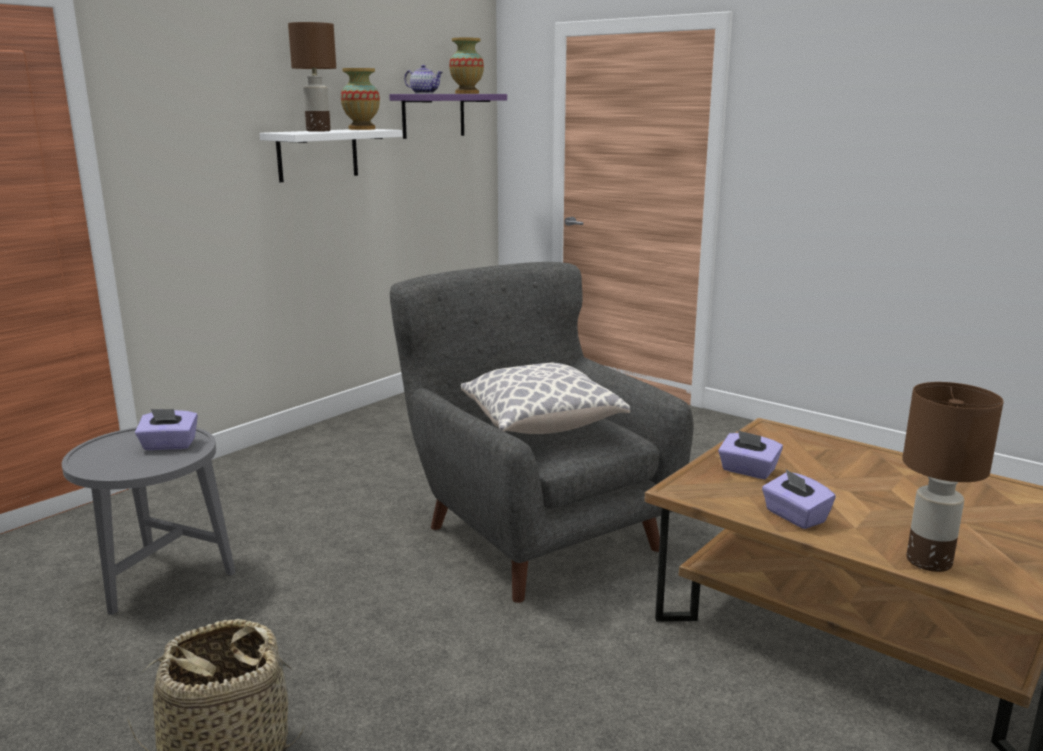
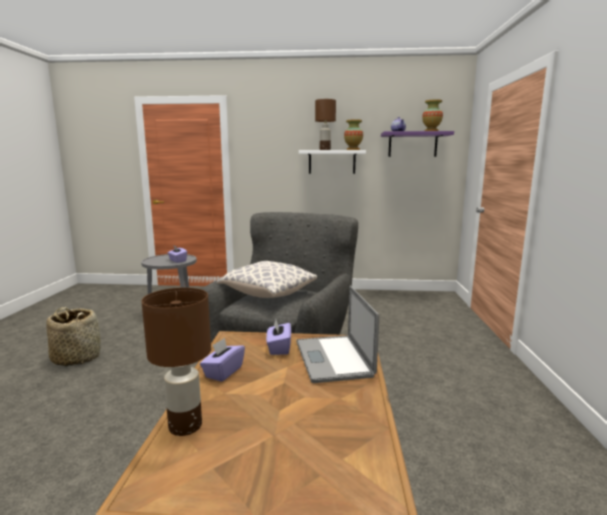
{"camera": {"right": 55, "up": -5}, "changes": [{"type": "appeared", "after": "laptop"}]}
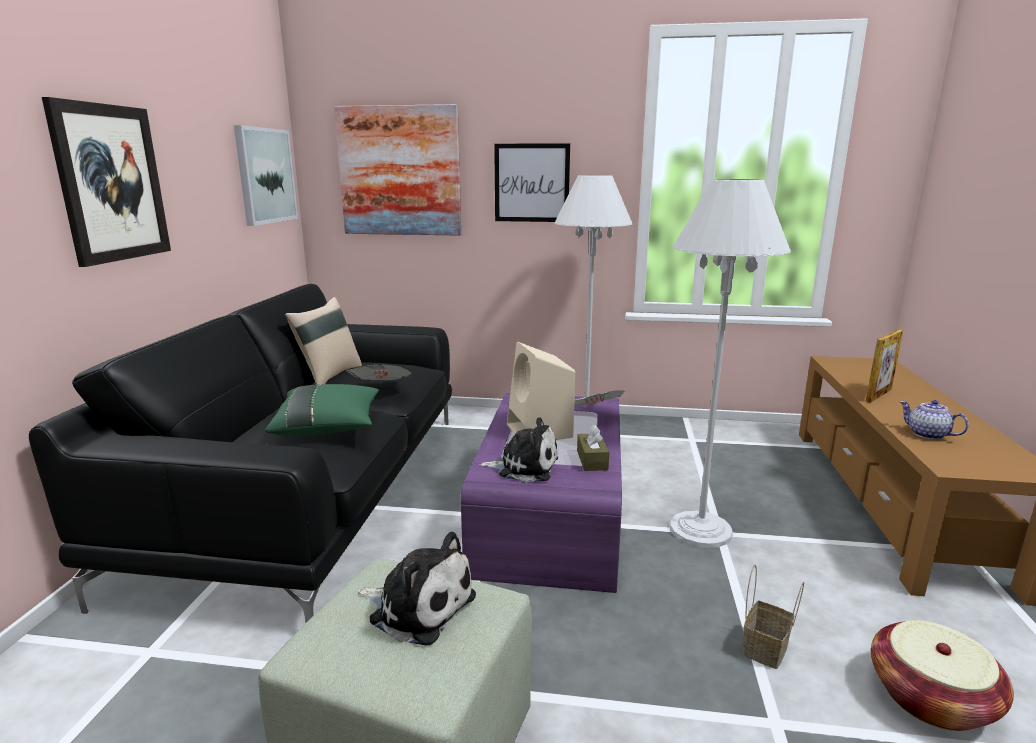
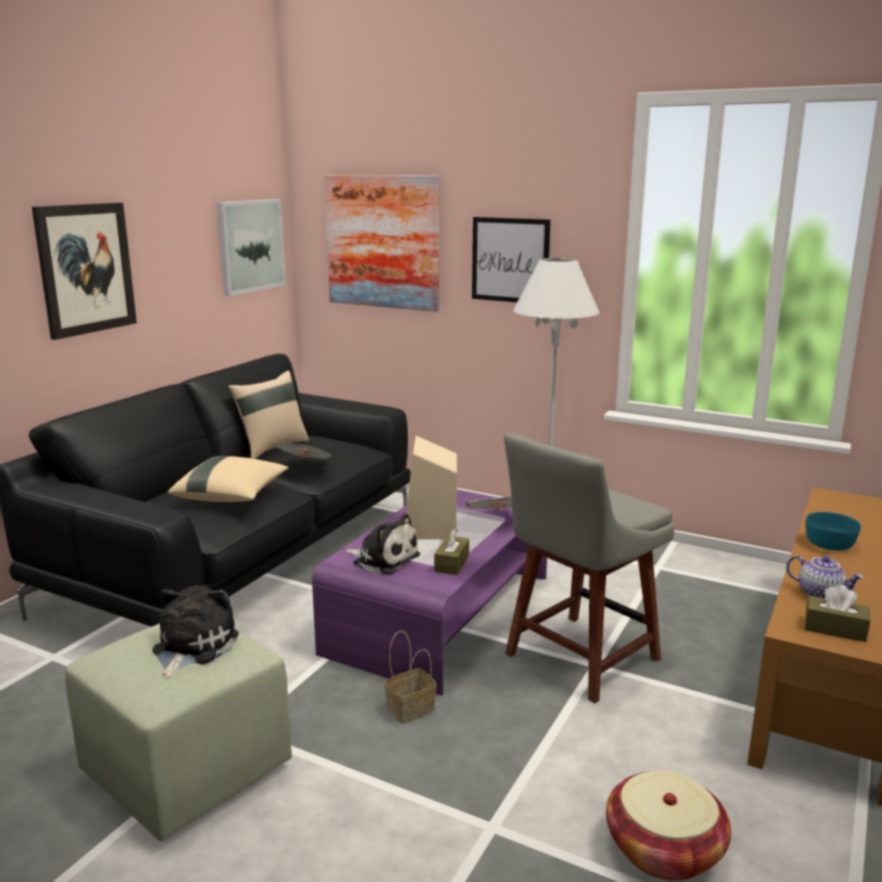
{"camera": {"right": 20, "up": 0}, "changes": [{"type": "spun", "before": "plush toy (no. 1 from left)", "turn": -120}, {"type": "colour", "before": "green pillow", "after": "beige pillow (no. 1 from left)"}, {"type": "relocated", "before": "basket (no. 1 from left)"}, {"type": "exchanged", "before": "white floor lamp (no. 2 from left)", "after": "grey stool"}, {"type": "spun", "before": "teapot", "turn": 150}, {"type": "appeared", "after": "brown tissue box (no. 2 from left)"}, {"type": "exchanged", "before": "picture frame", "after": "turquoise bowl"}]}
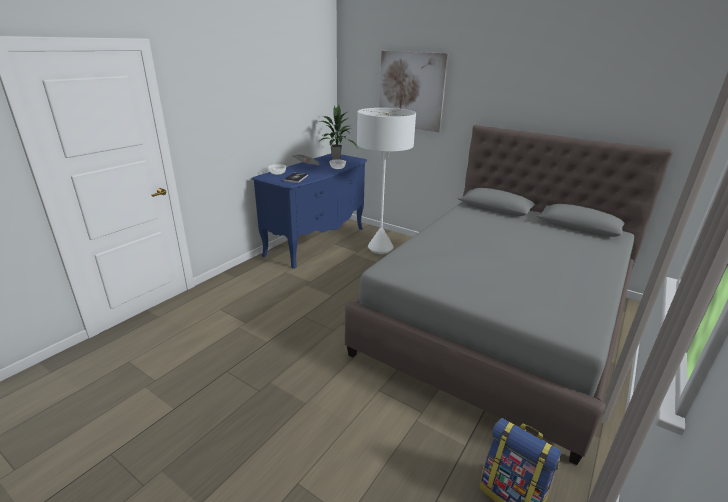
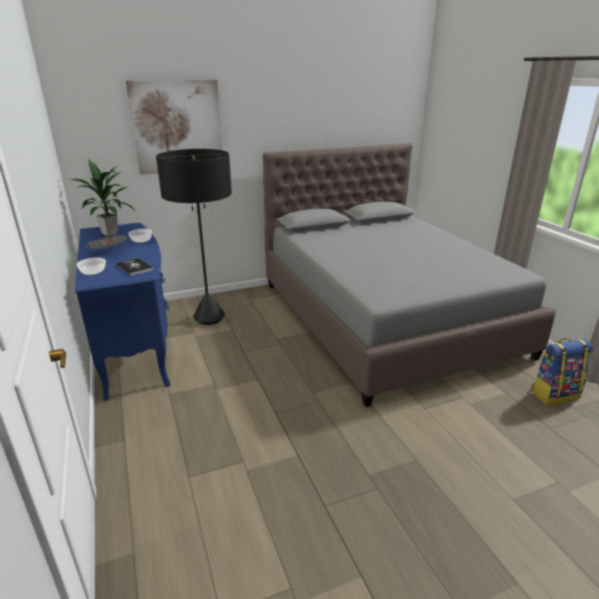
{"camera": {"right": -55, "up": 0}, "changes": [{"type": "colour", "before": "white floor lamp", "after": "black floor lamp"}]}
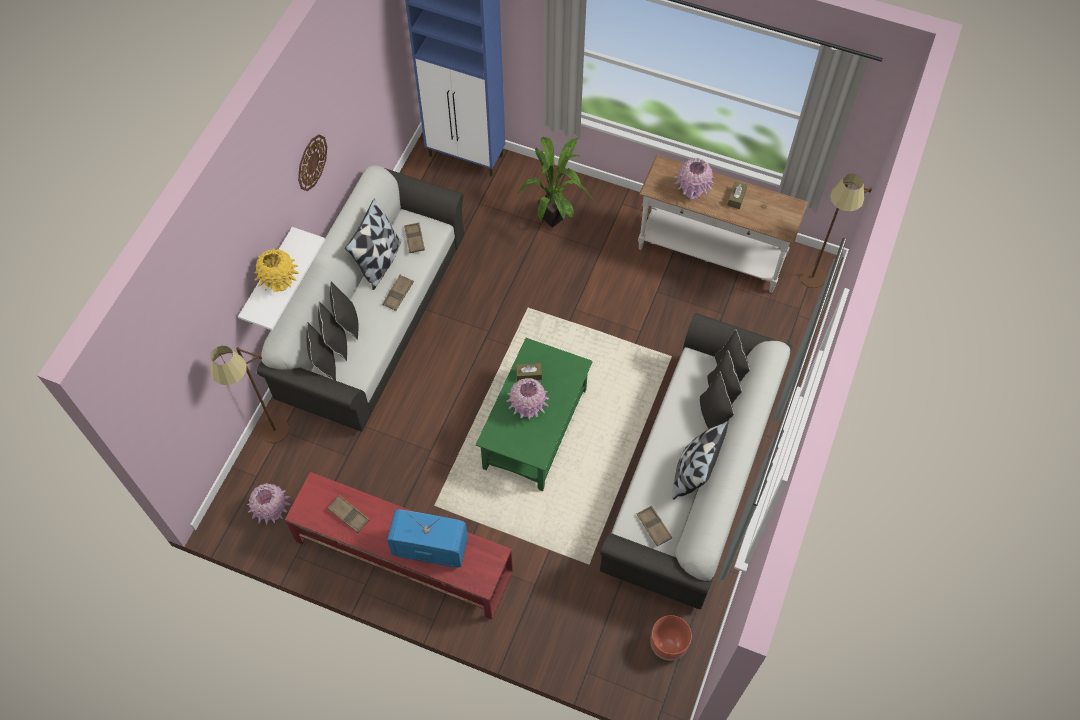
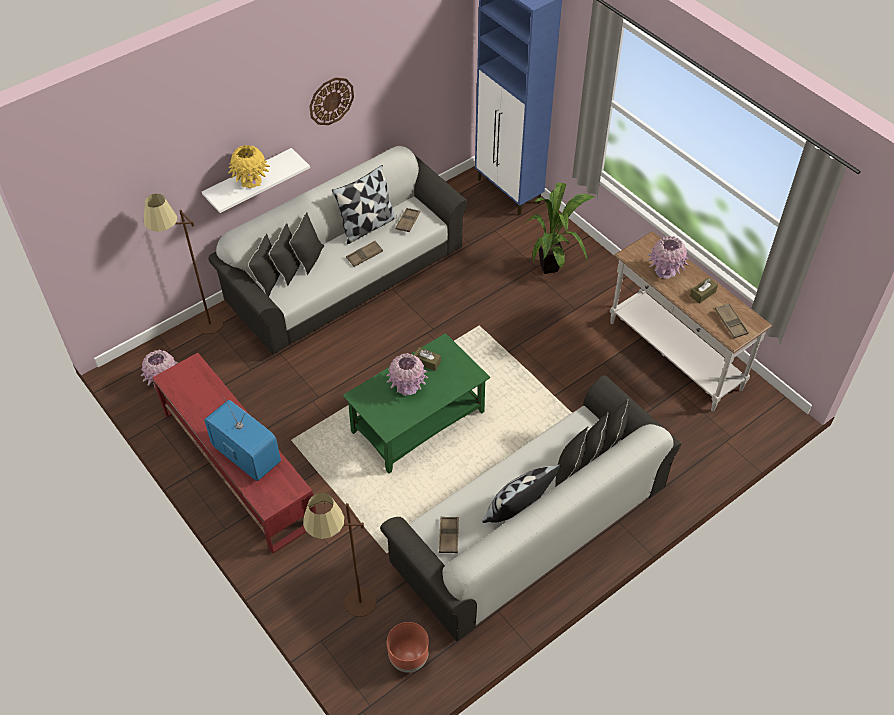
{"camera": {"right": 30, "up": -10}, "changes": [{"type": "relocated", "before": "brown floor lamp (no. 2 from left)"}, {"type": "relocated", "before": "brown tray (no. 1 from left in the first image)", "after": "brown tray (no. 4 from left)"}]}
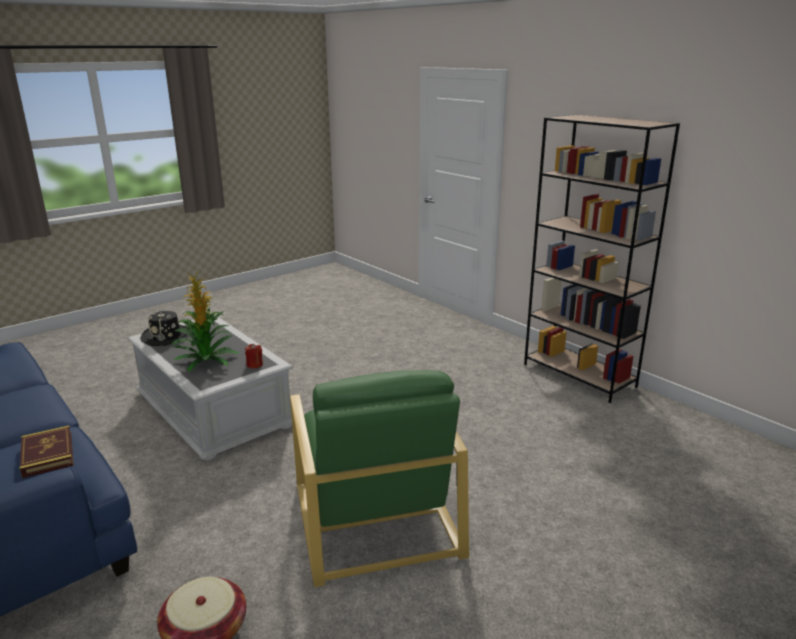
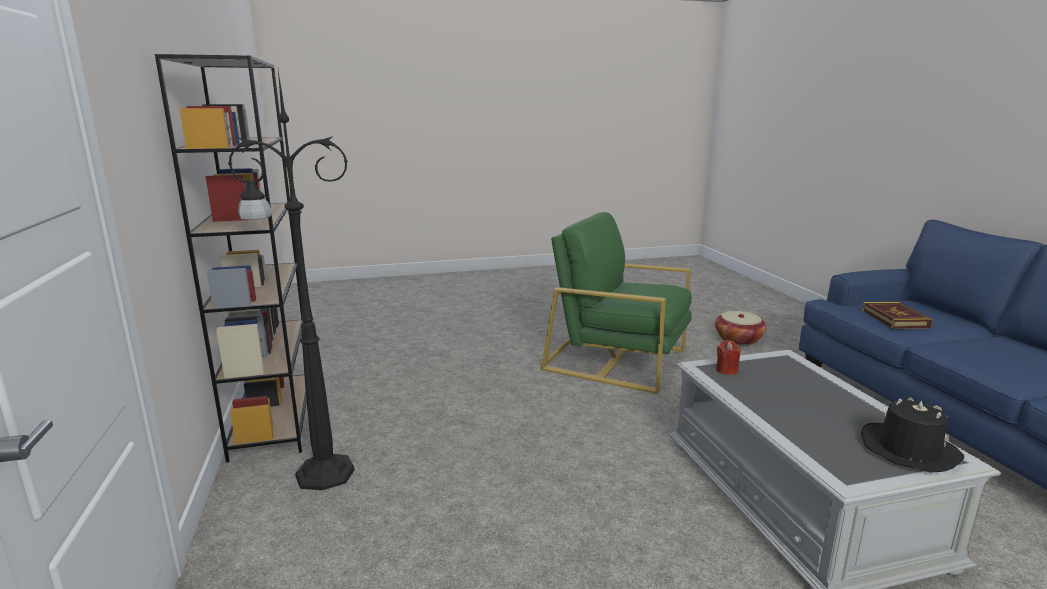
{"camera": {"right": -155, "up": -5}, "changes": [{"type": "appeared", "after": "black floor lamp"}, {"type": "spun", "before": "green armchair", "turn": -75}, {"type": "missing", "before": "potted plant"}]}
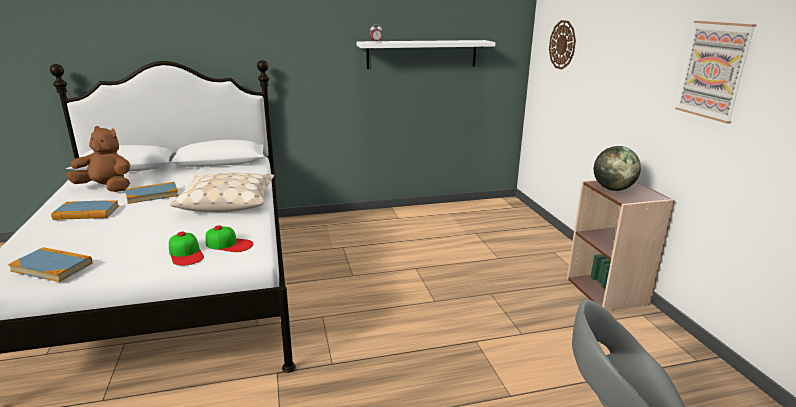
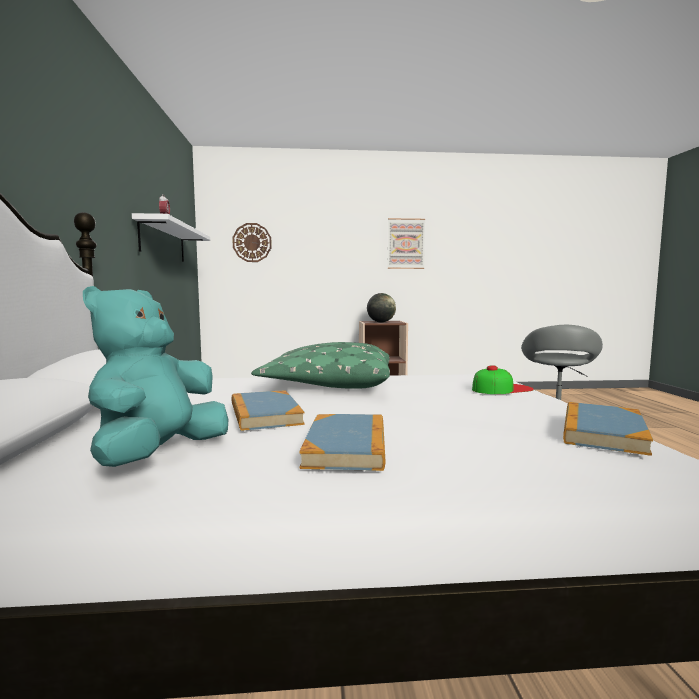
{"camera": {"right": -80, "up": -15}, "changes": [{"type": "colour", "before": "brown plush toy", "after": "turquoise plush toy"}, {"type": "colour", "before": "beige pillow", "after": "green pillow"}, {"type": "missing", "before": "cap (no. 2 from left)"}]}
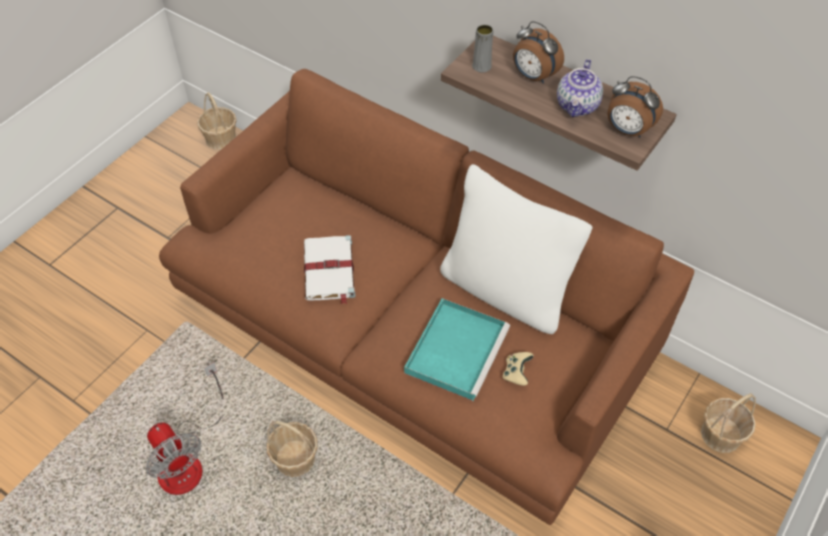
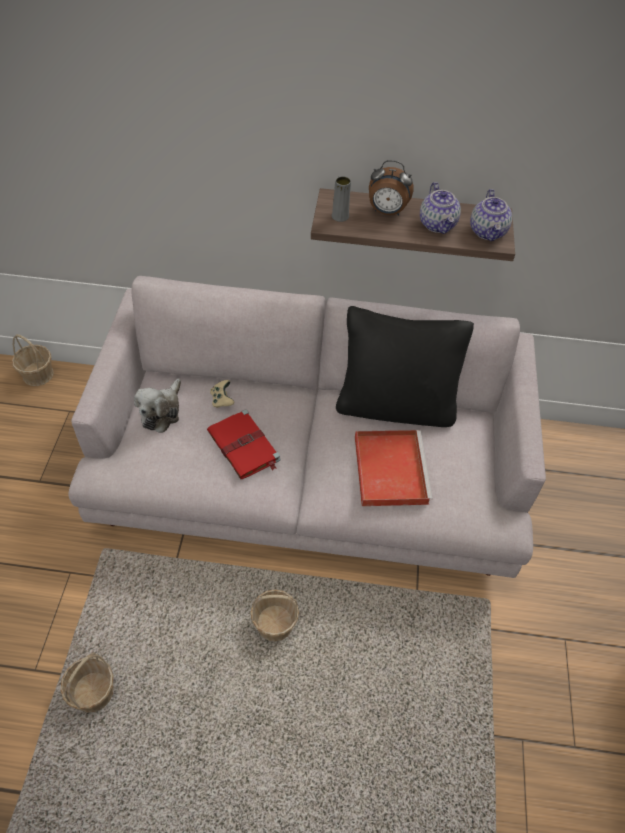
{"camera": {"right": -30, "up": 0}, "changes": [{"type": "relocated", "before": "basket (no. 3 from left in the first image)", "after": "basket (no. 2 from left)"}, {"type": "colour", "before": "brown sofa", "after": "white sofa"}, {"type": "appeared", "after": "plush toy"}, {"type": "colour", "before": "white book", "after": "red book"}, {"type": "relocated", "before": "beige game controller"}, {"type": "colour", "before": "white pillow", "after": "black pillow"}, {"type": "colour", "before": "turquoise tray", "after": "red tray"}, {"type": "exchanged", "before": "alarm clock (no. 2 from left)", "after": "teapot (no. 2 from left)"}, {"type": "missing", "before": "fan"}]}
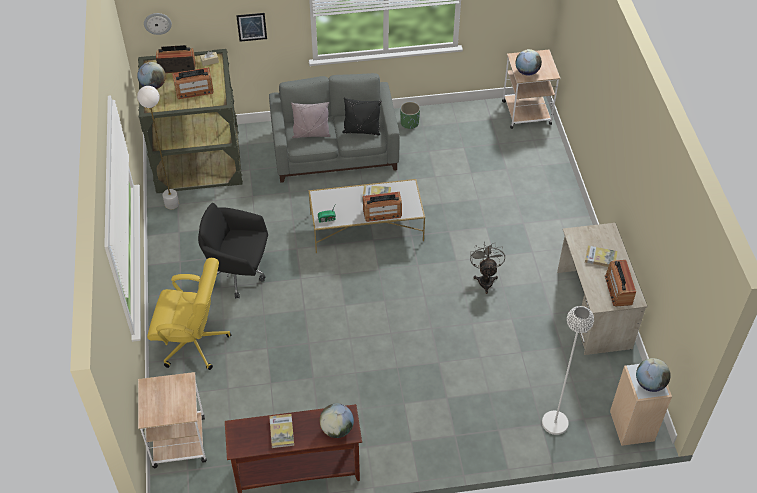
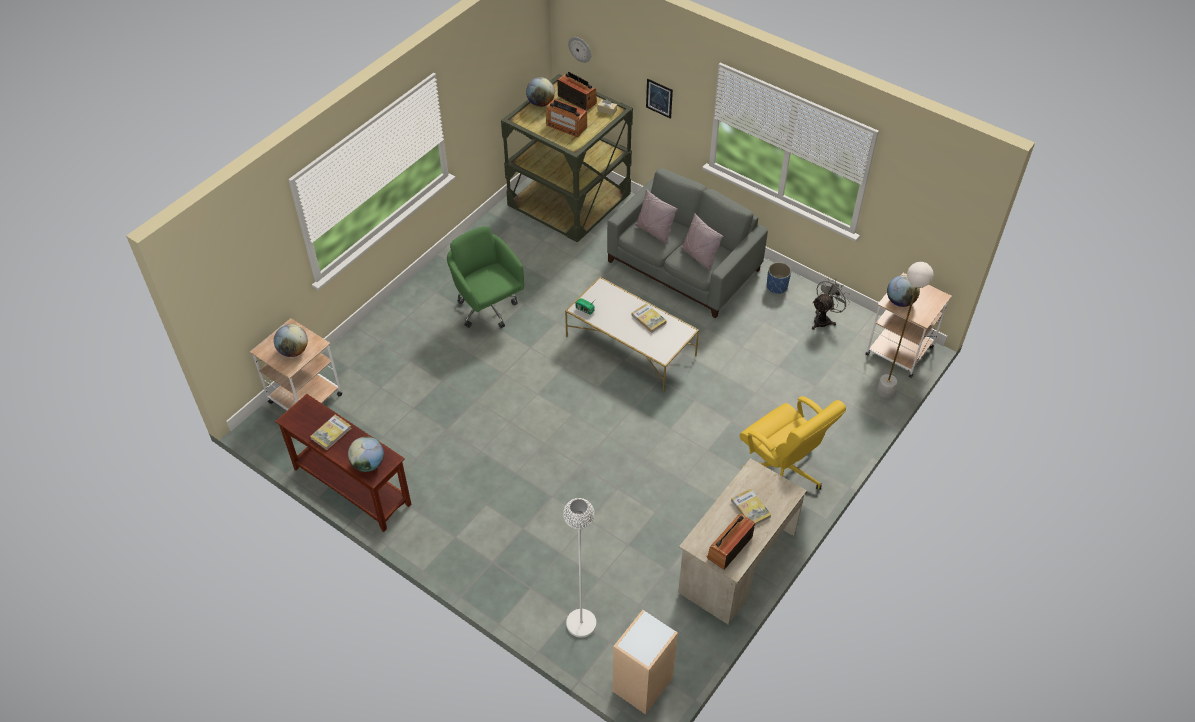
{"camera": {"right": 45, "up": 0}, "changes": [{"type": "relocated", "before": "globe (no. 4 from left in the first image)", "after": "globe (no. 1 from left)"}, {"type": "colour", "before": "black office chair", "after": "green office chair"}, {"type": "colour", "before": "black pillow", "after": "purple pillow (no. 2 from left)"}, {"type": "relocated", "before": "yellow office chair"}, {"type": "colour", "before": "green planter", "after": "blue planter"}, {"type": "relocated", "before": "grey fan"}, {"type": "relocated", "before": "white floor lamp (no. 1 from left in the first image)", "after": "white floor lamp (no. 2 from left)"}, {"type": "missing", "before": "radio (no. 4 from left)"}]}
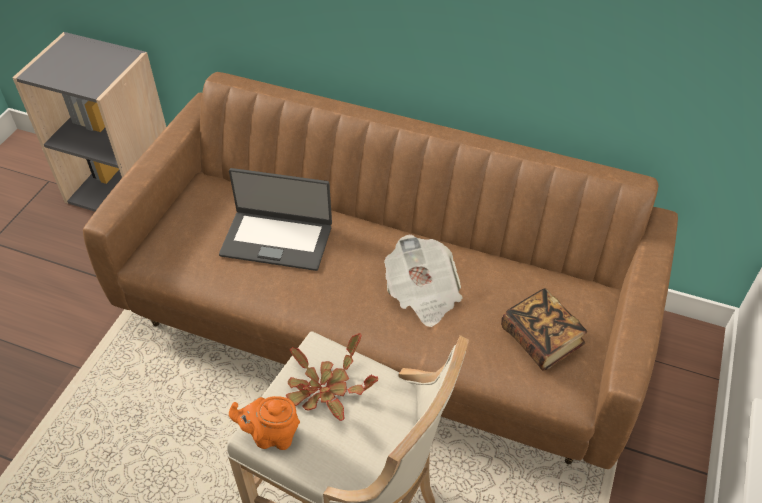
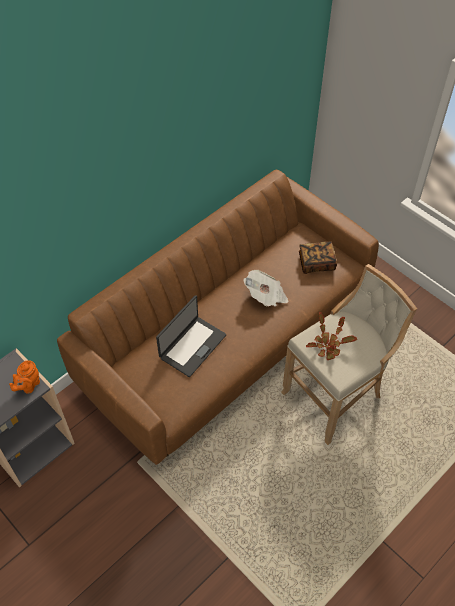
{"camera": {"right": -65, "up": 5}, "changes": [{"type": "relocated", "before": "orange teapot"}]}
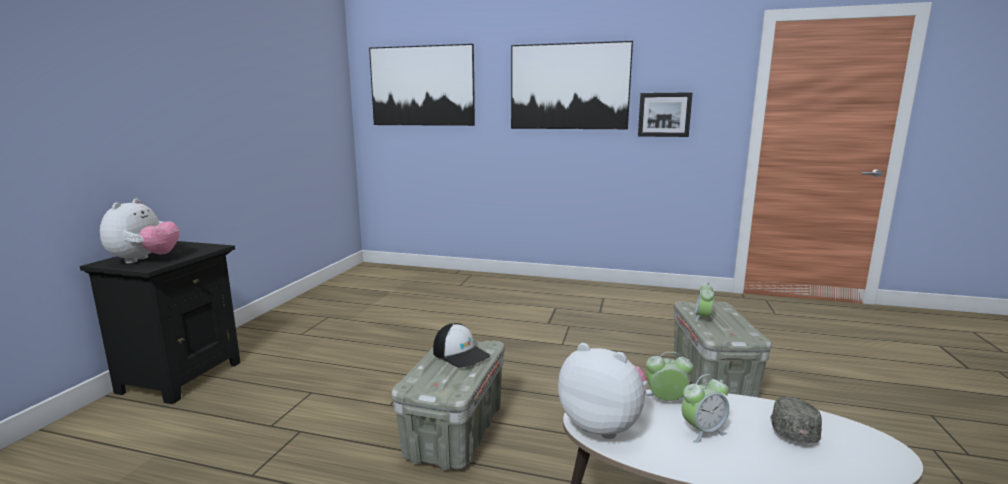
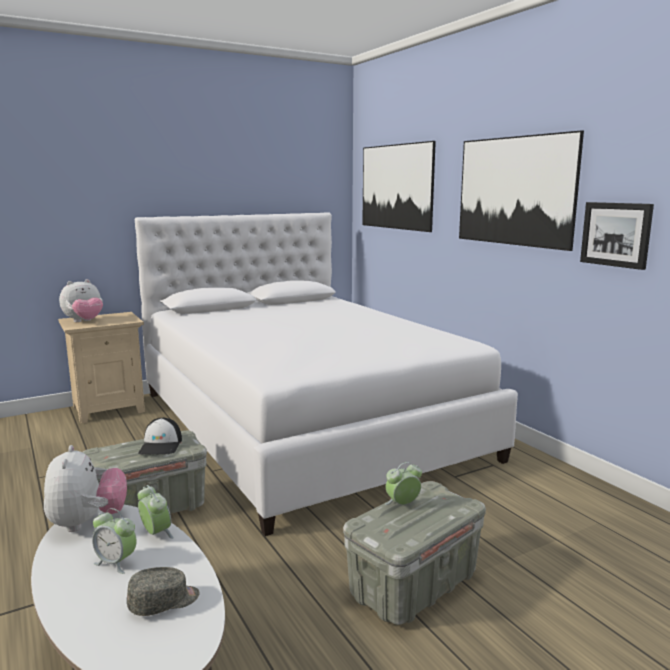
{"camera": {"right": 45, "up": 0}, "changes": [{"type": "colour", "before": "black nightstand", "after": "beige nightstand"}, {"type": "appeared", "after": "white bed"}]}
